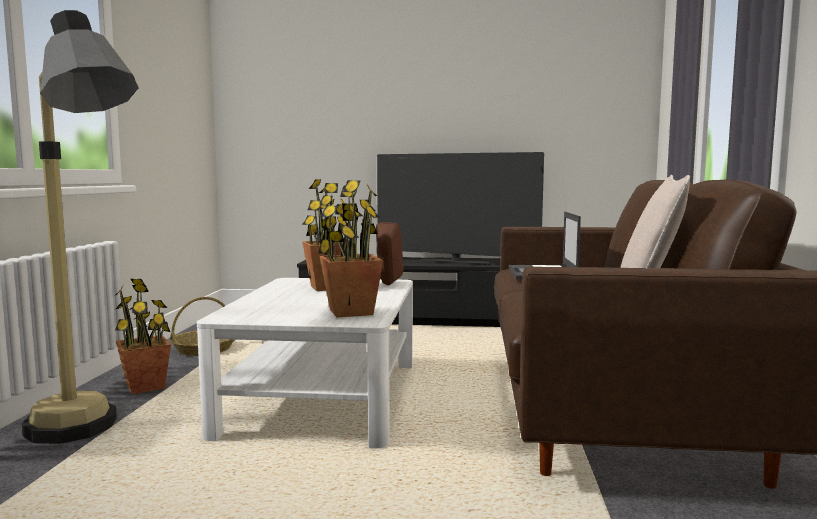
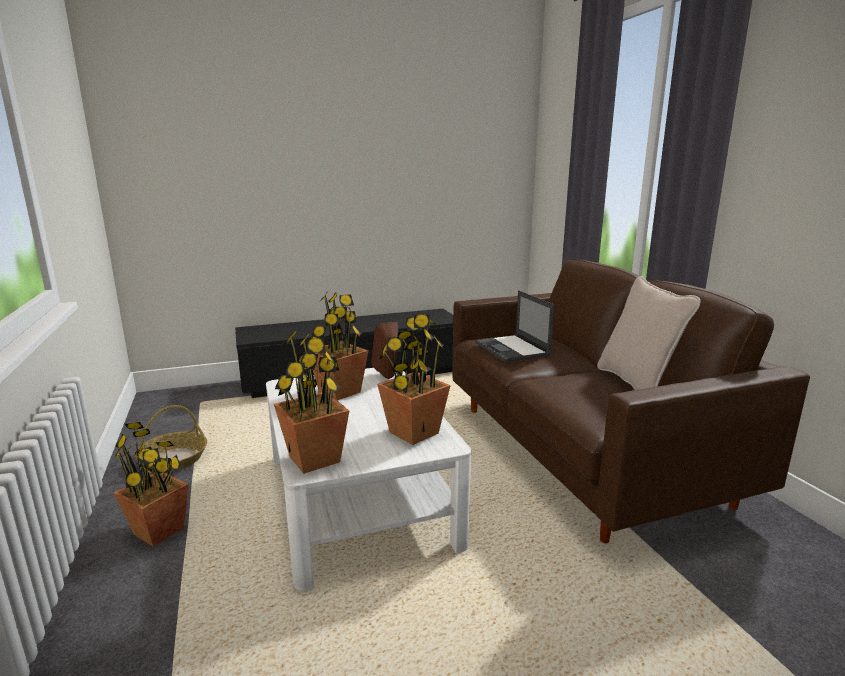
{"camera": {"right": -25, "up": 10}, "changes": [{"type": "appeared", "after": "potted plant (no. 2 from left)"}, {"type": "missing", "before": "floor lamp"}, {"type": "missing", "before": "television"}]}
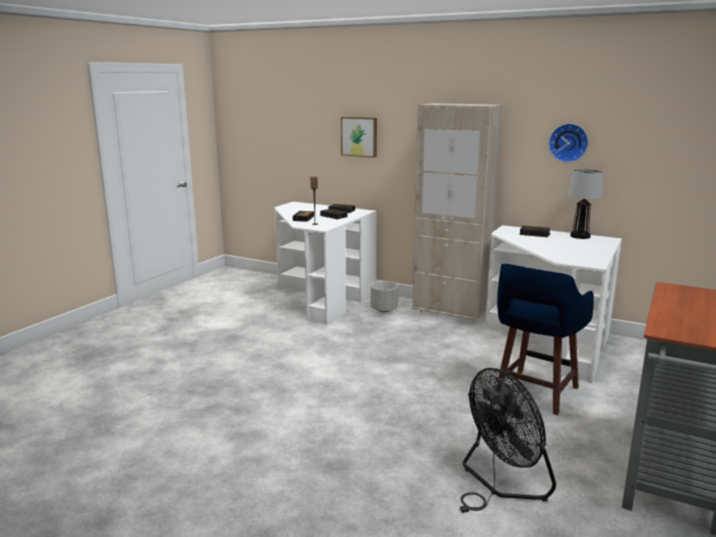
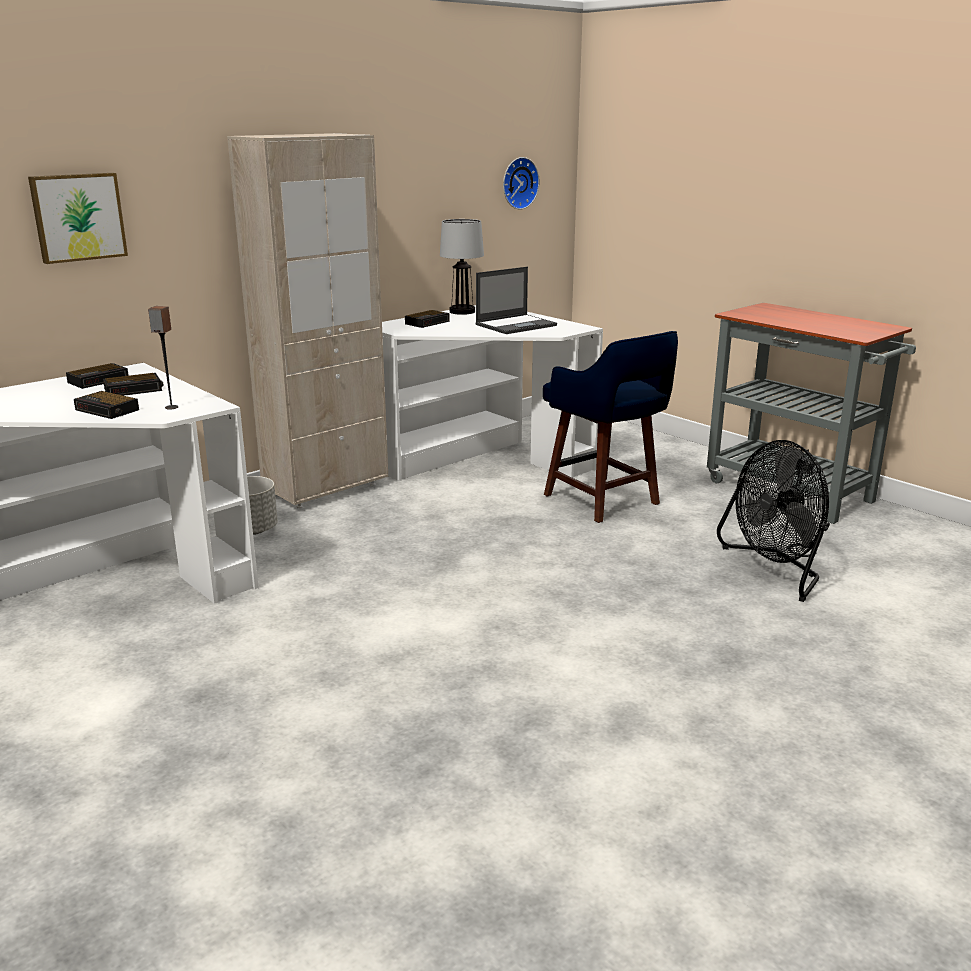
{"camera": {"right": -70, "up": 5}, "changes": [{"type": "appeared", "after": "laptop"}, {"type": "relocated", "before": "wall clock"}, {"type": "spun", "before": "black fan", "turn": -105}]}
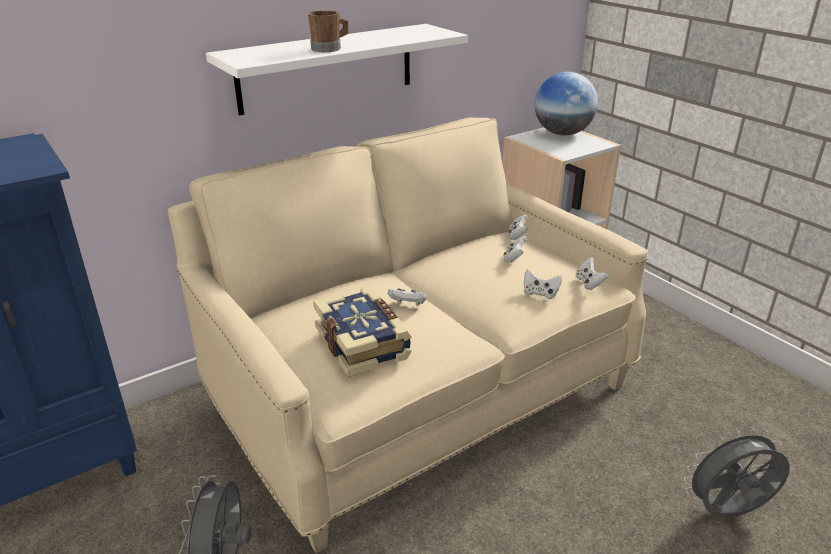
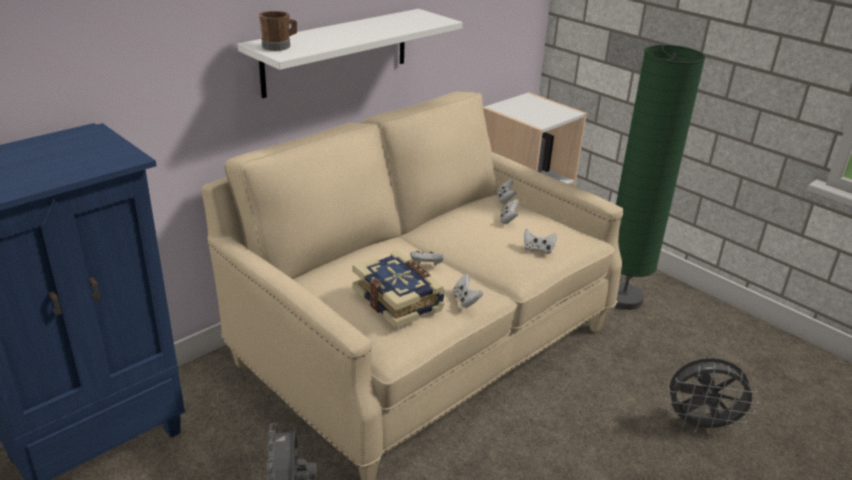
{"camera": {"right": -10, "up": 0}, "changes": [{"type": "relocated", "before": "brown mug"}, {"type": "relocated", "before": "white game controller (no. 5 from left in the first image)", "after": "white game controller (no. 2 from left)"}, {"type": "appeared", "after": "green floor lamp"}, {"type": "spun", "before": "grey fan (no. 2 from left)", "turn": -150}, {"type": "missing", "before": "globe"}]}
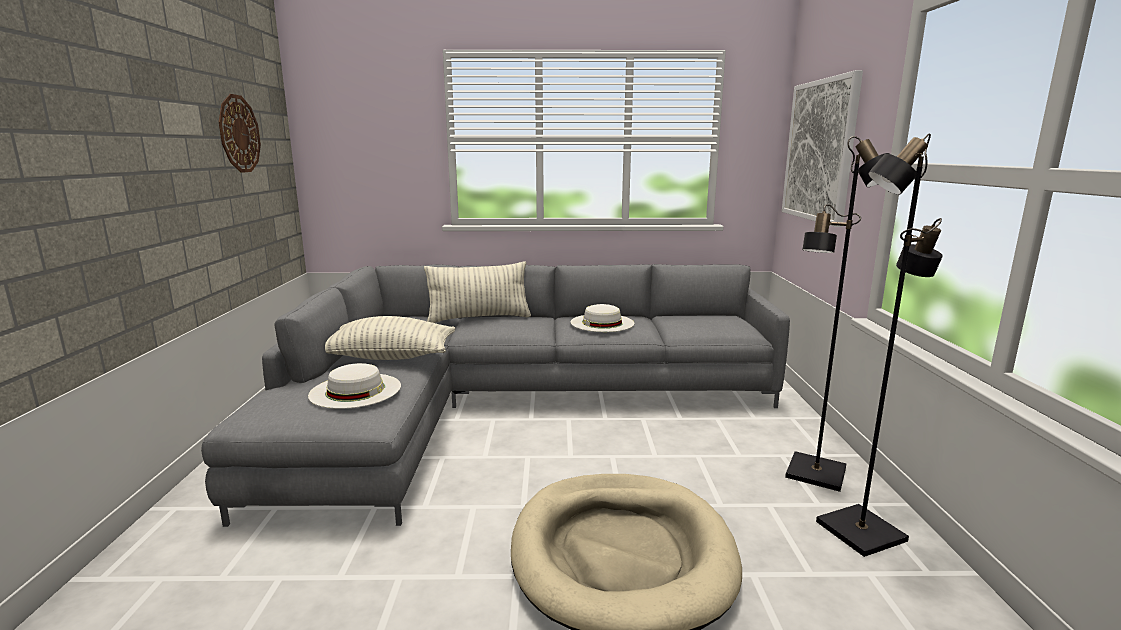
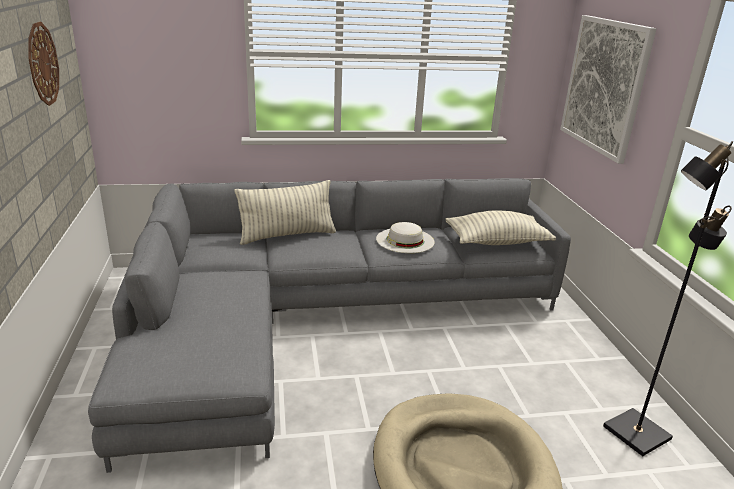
{"camera": {"right": -10, "up": 10}, "changes": [{"type": "relocated", "before": "pillow (no. 1 from left in the first image)", "after": "pillow (no. 2 from left)"}, {"type": "missing", "before": "white hat (no. 1 from left)"}, {"type": "missing", "before": "black floor lamp (no. 1 from left)"}]}
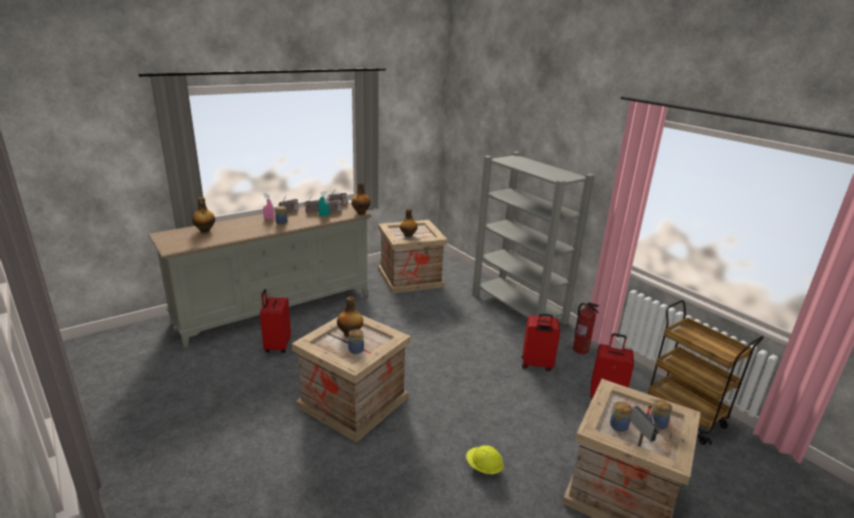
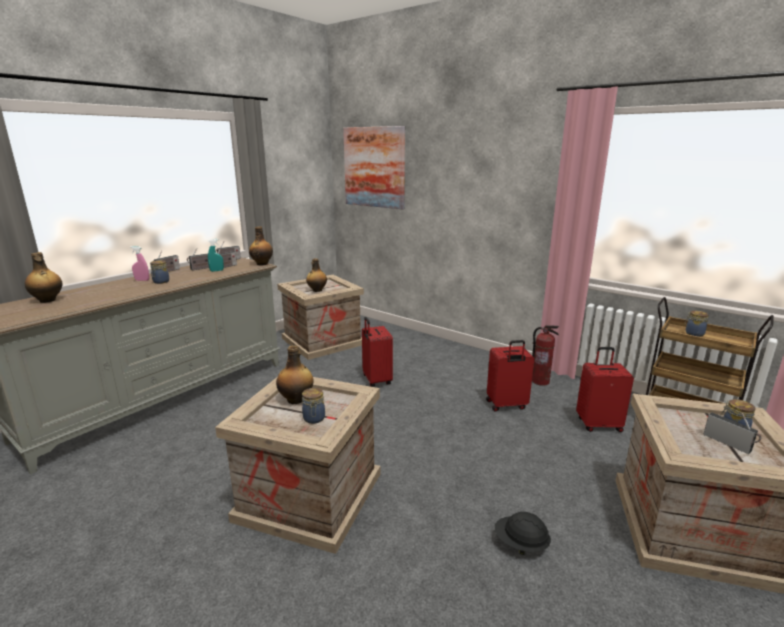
{"camera": {"right": -15, "up": -5}, "changes": [{"type": "appeared", "after": "picture"}, {"type": "relocated", "before": "red suitcase (no. 1 from left)"}, {"type": "colour", "before": "yellow hard hat", "after": "black hard hat"}, {"type": "relocated", "before": "jar (no. 3 from left)"}, {"type": "missing", "before": "grey bookcase"}]}
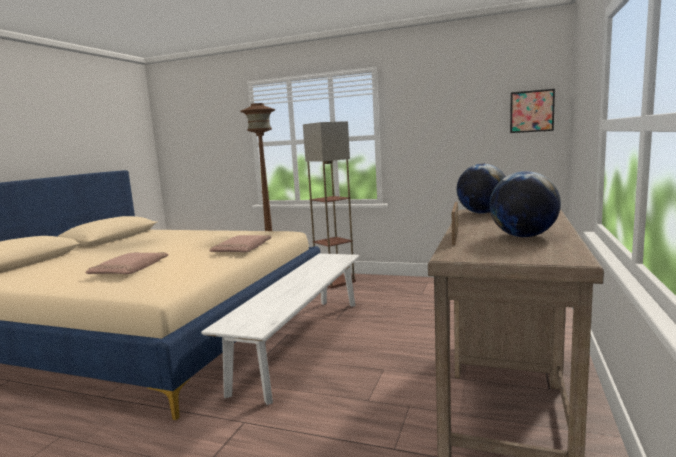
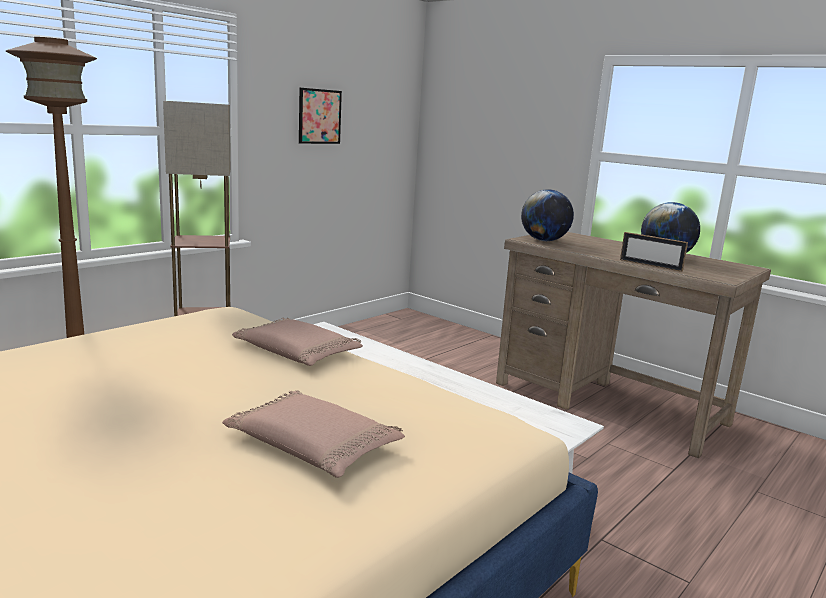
{"camera": {"right": -70, "up": 5}, "changes": [{"type": "relocated", "before": "picture"}]}
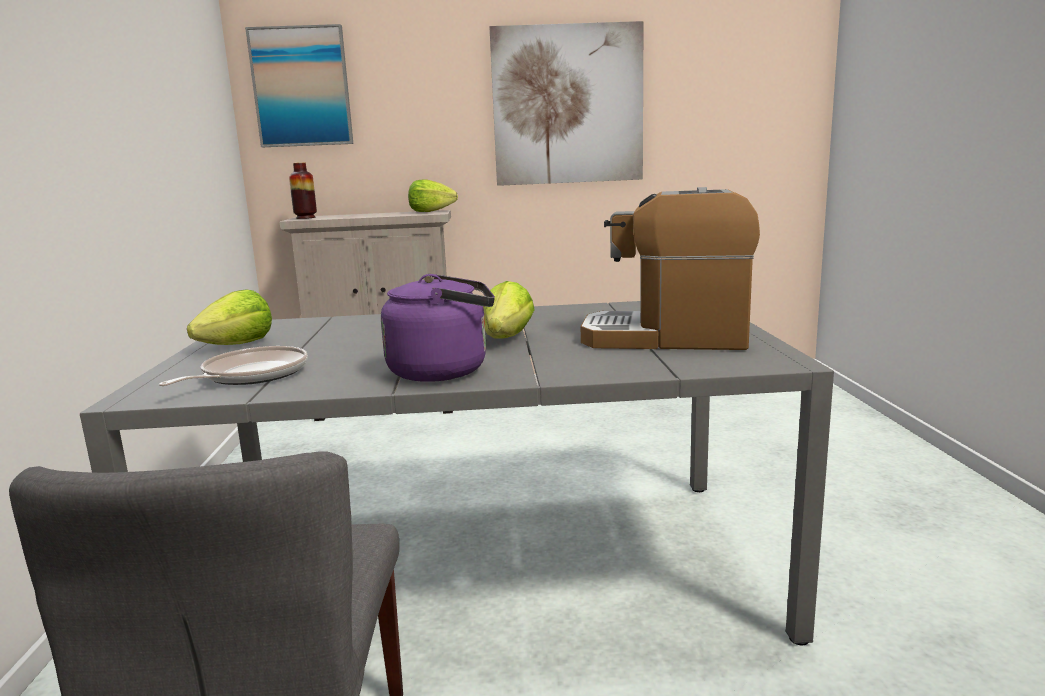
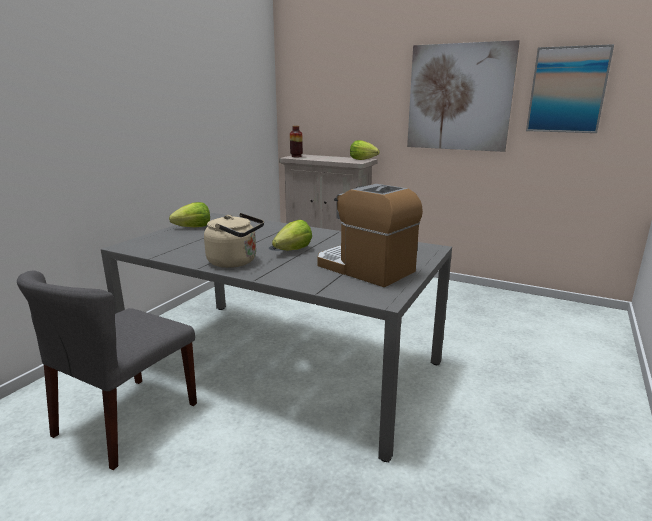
{"camera": {"right": 30, "up": 5}, "changes": [{"type": "colour", "before": "purple kettle", "after": "beige kettle"}, {"type": "relocated", "before": "picture (no. 1 from left in the first image)", "after": "picture (no. 2 from left)"}, {"type": "missing", "before": "frying pan"}]}
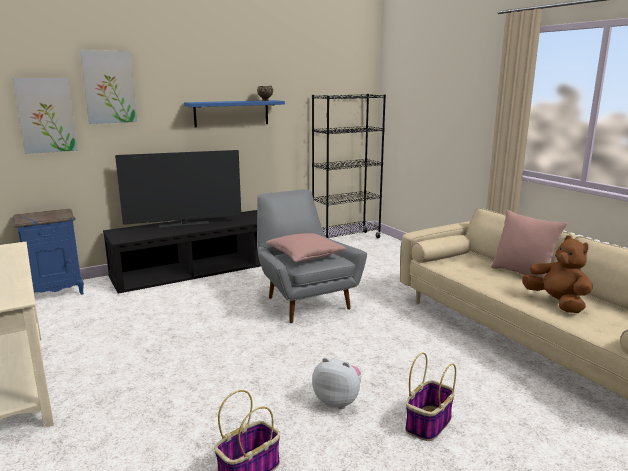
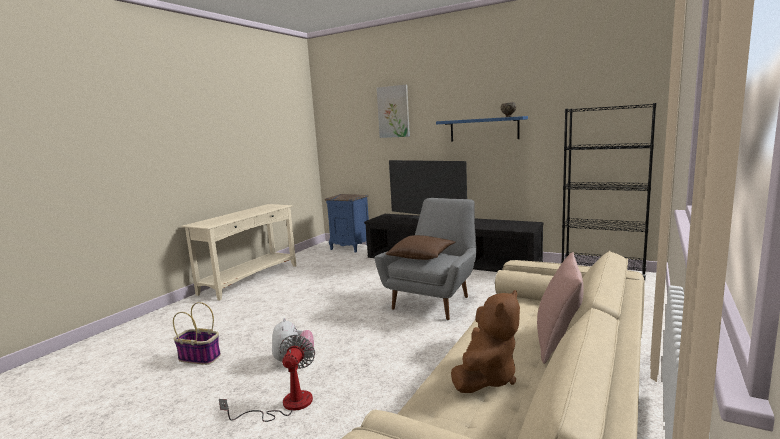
{"camera": {"right": 60, "up": -5}, "changes": [{"type": "exchanged", "before": "basket (no. 2 from left)", "after": "fan"}, {"type": "colour", "before": "pink pillow (no. 1 from left)", "after": "brown pillow"}, {"type": "missing", "before": "picture (no. 1 from left)"}]}
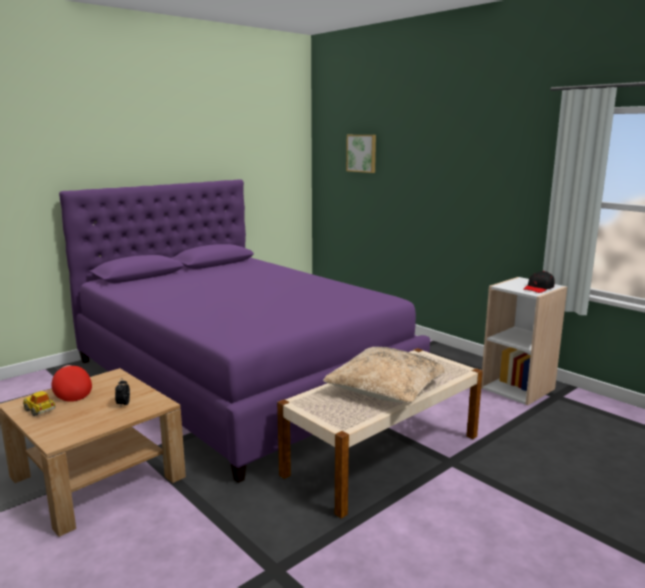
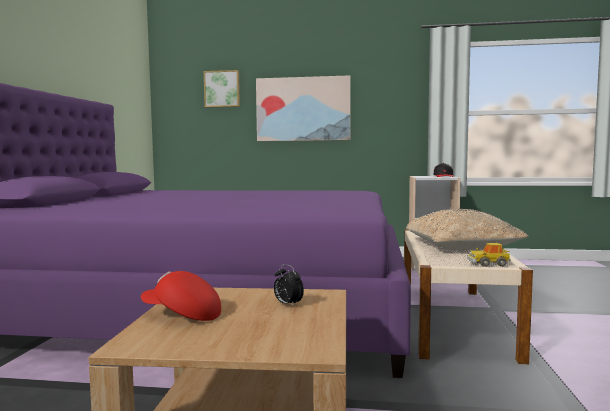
{"camera": {"right": -40, "up": -10}, "changes": [{"type": "appeared", "after": "picture (no. 2 from left)"}, {"type": "relocated", "before": "toy car"}]}
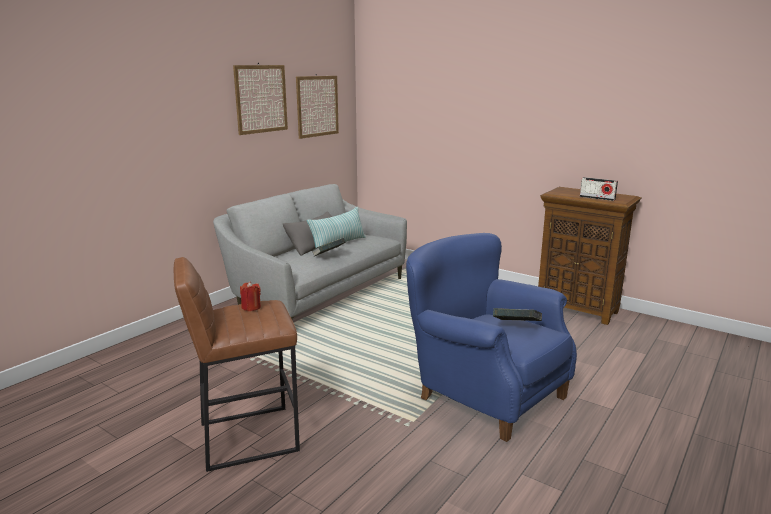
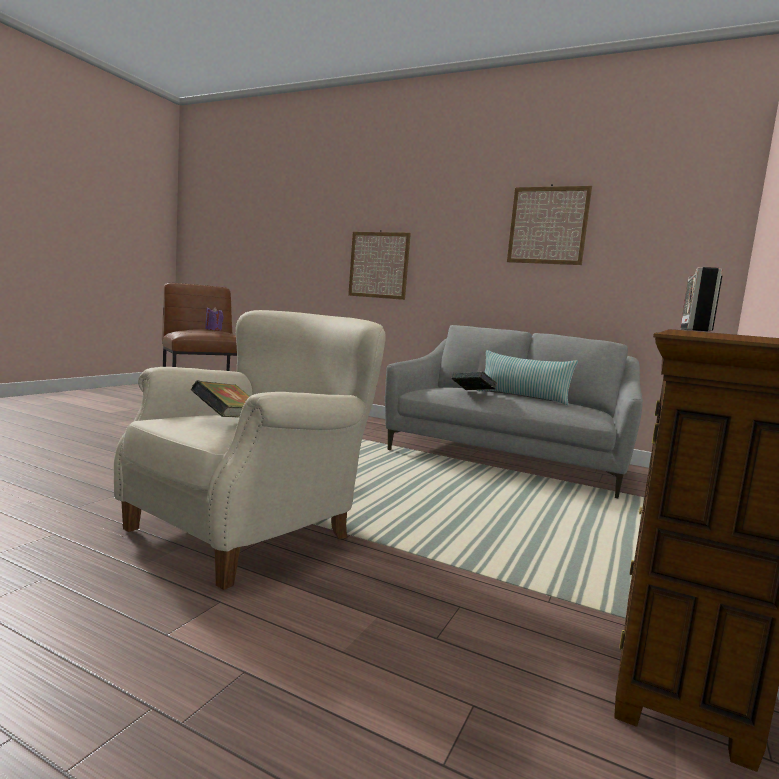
{"camera": {"right": 80, "up": -10}, "changes": [{"type": "colour", "before": "blue armchair", "after": "beige armchair"}, {"type": "colour", "before": "red candle", "after": "purple candle"}, {"type": "relocated", "before": "picture (no. 2 from left in the first image)", "after": "picture (no. 1 from left)"}]}
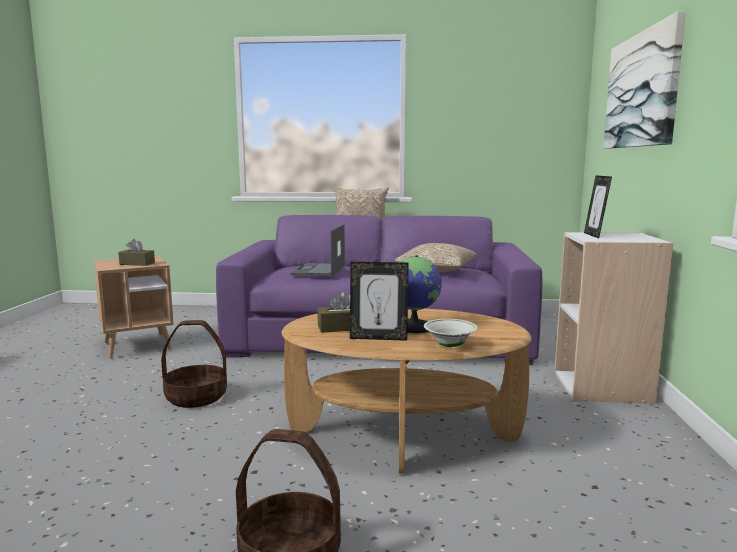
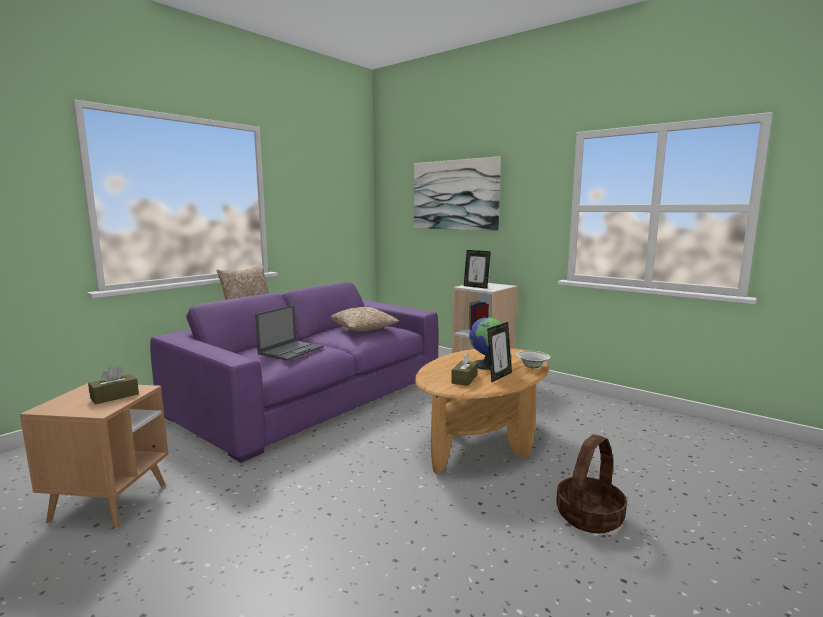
{"camera": {"right": -55, "up": 0}, "changes": [{"type": "spun", "before": "laptop", "turn": -105}, {"type": "missing", "before": "basket (no. 1 from left)"}]}
